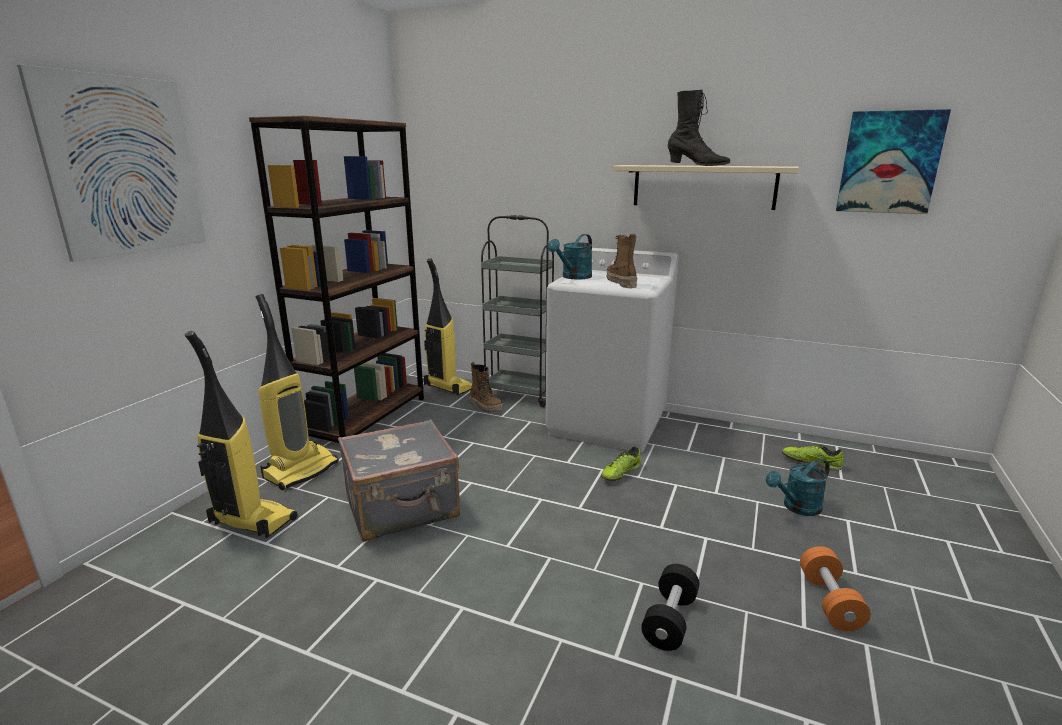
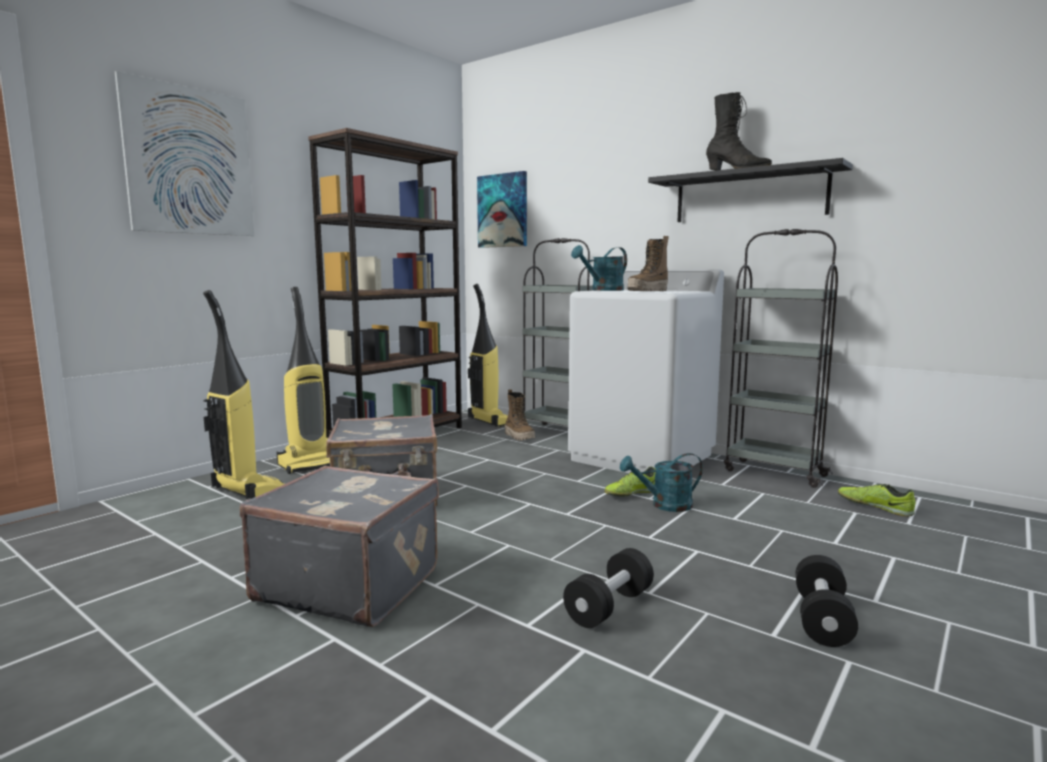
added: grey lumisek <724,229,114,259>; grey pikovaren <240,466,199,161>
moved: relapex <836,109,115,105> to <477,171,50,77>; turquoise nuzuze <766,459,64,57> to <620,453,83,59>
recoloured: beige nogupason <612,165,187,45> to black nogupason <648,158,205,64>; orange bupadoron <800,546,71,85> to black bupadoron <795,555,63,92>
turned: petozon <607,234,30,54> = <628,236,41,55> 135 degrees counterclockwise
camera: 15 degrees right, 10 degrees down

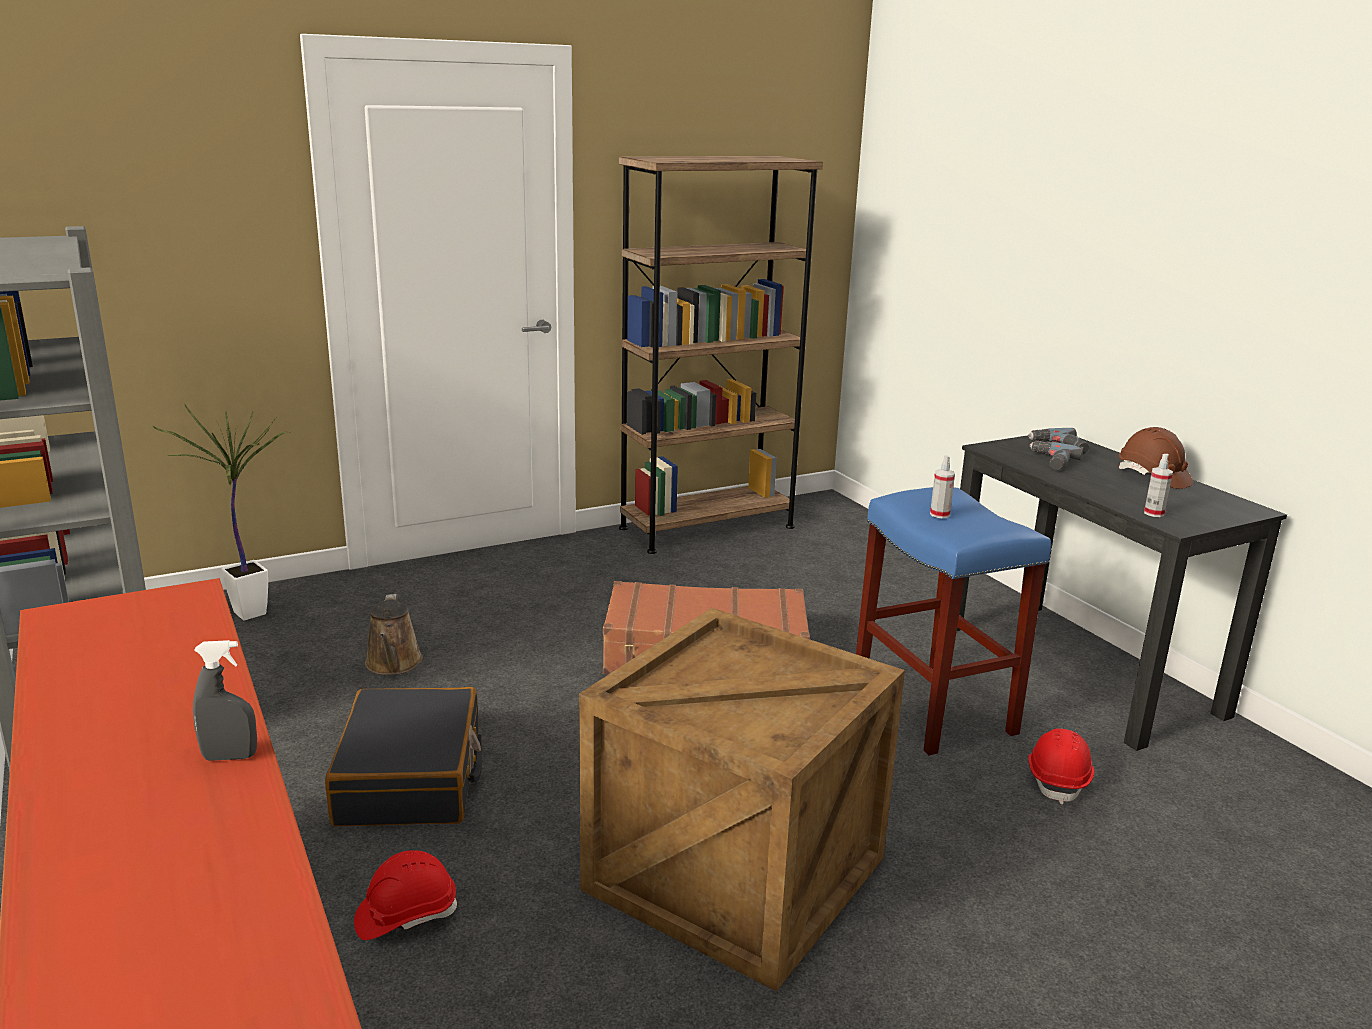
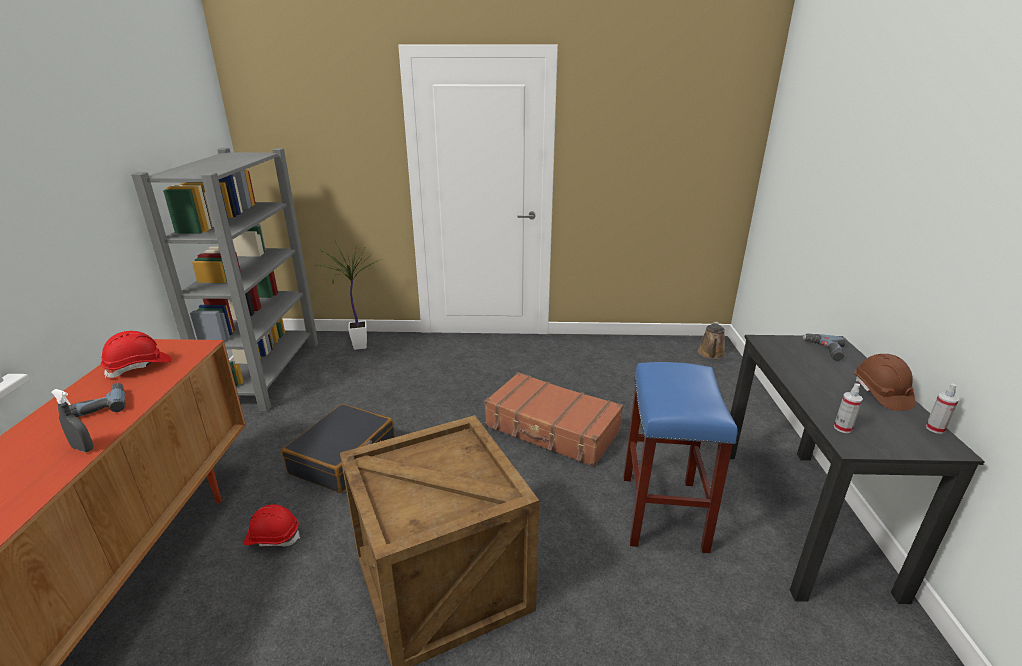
removed: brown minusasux <619,156,204,398>
moved: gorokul <1030,441,54,29> to <68,383,58,34>; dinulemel <930,455,25,63> to <926,383,33,51>; brown nuzuze <365,594,58,81> to <698,321,28,38>; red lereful <1028,729,67,76> to <101,331,71,48>
camera: 30 degrees right, 5 degrees up

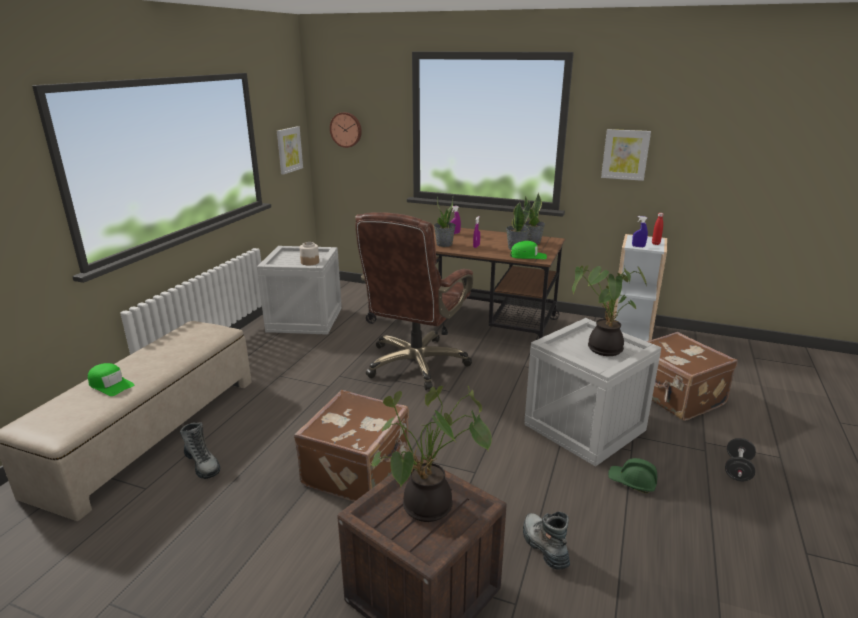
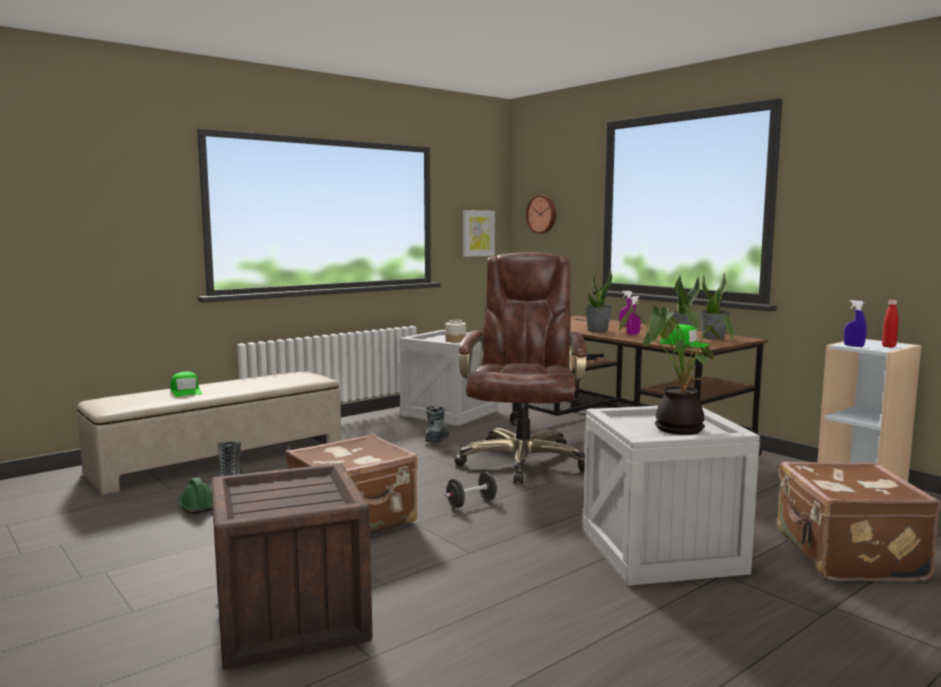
removed: relapex <601,129,50,52>; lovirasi <371,386,121,136>
moved: black bupadoron <725,438,31,43> to <445,472,53,36>; green lereful <608,458,49,35> to <178,477,35,37>; petozon <523,512,47,58> to <425,406,24,36>
turned: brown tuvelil <355,212,118,178> = <454,252,133,232> 135 degrees clockwise
camera: 30 degrees right, 15 degrees down

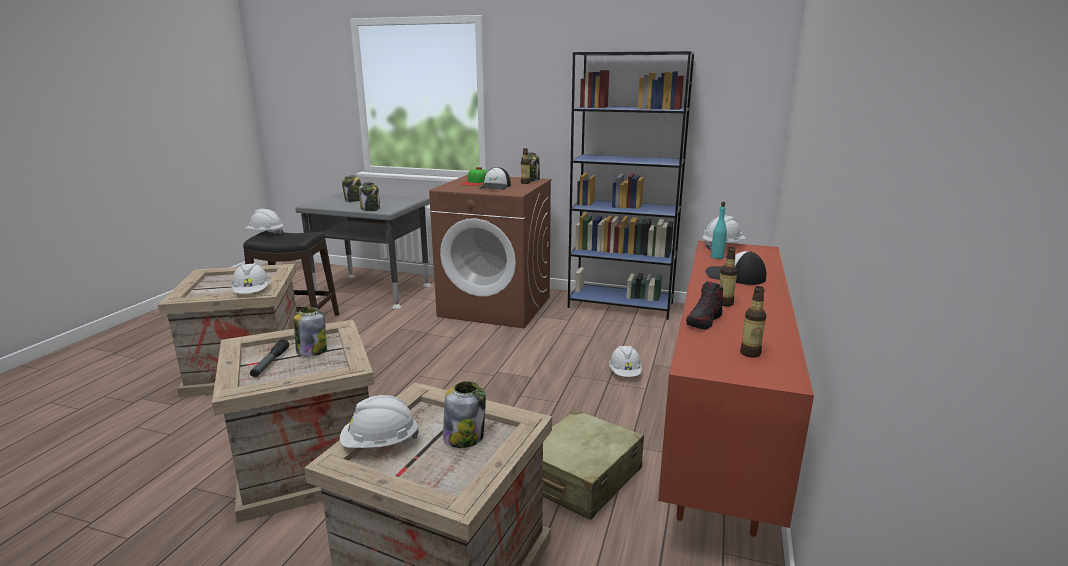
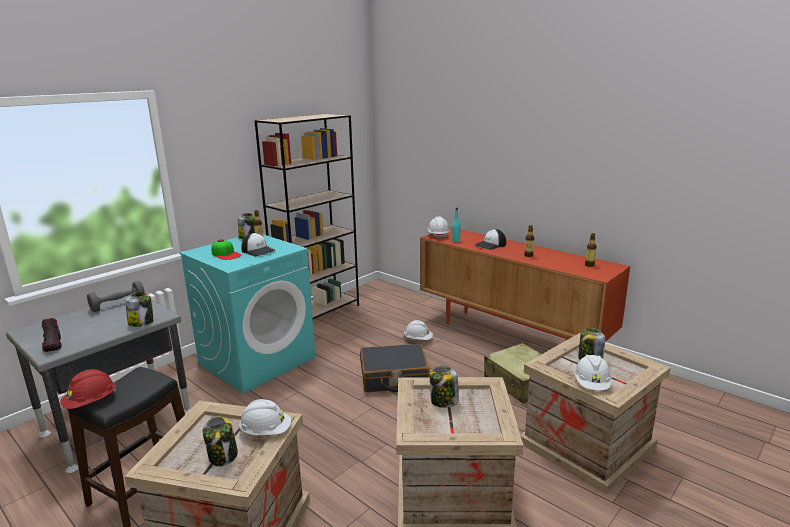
removed: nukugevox <250,339,39,38>
added: grey bupadoron <87,281,58,31>; black pikovaren <360,344,70,48>
moved: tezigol <342,175,20,27> to <203,416,35,50>; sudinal <686,281,37,49> to <42,318,20,34>
recoloured: blue minusasux <568,51,126,269> to beige minusasux <254,114,105,205>; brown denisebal <429,175,123,153> to turquoise denisebal <179,234,137,159>; white lereful <246,209,38,25> to red lereful <60,369,56,40>
camera: 65 degrees left, 0 degrees up

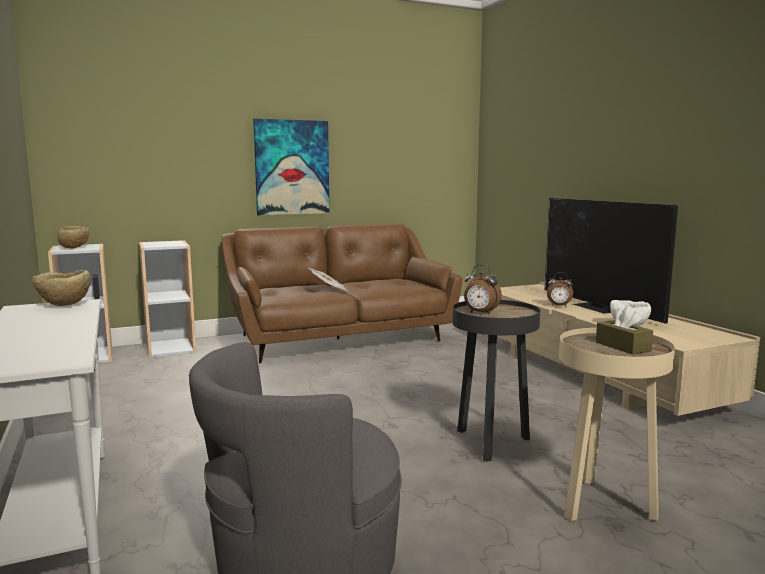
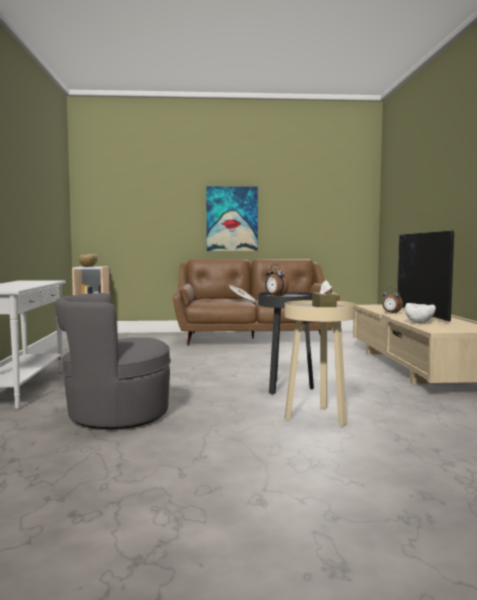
removed: minusasux <139,240,57,118>; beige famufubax <32,270,59,36>
camera: 20 degrees right, 5 degrees down

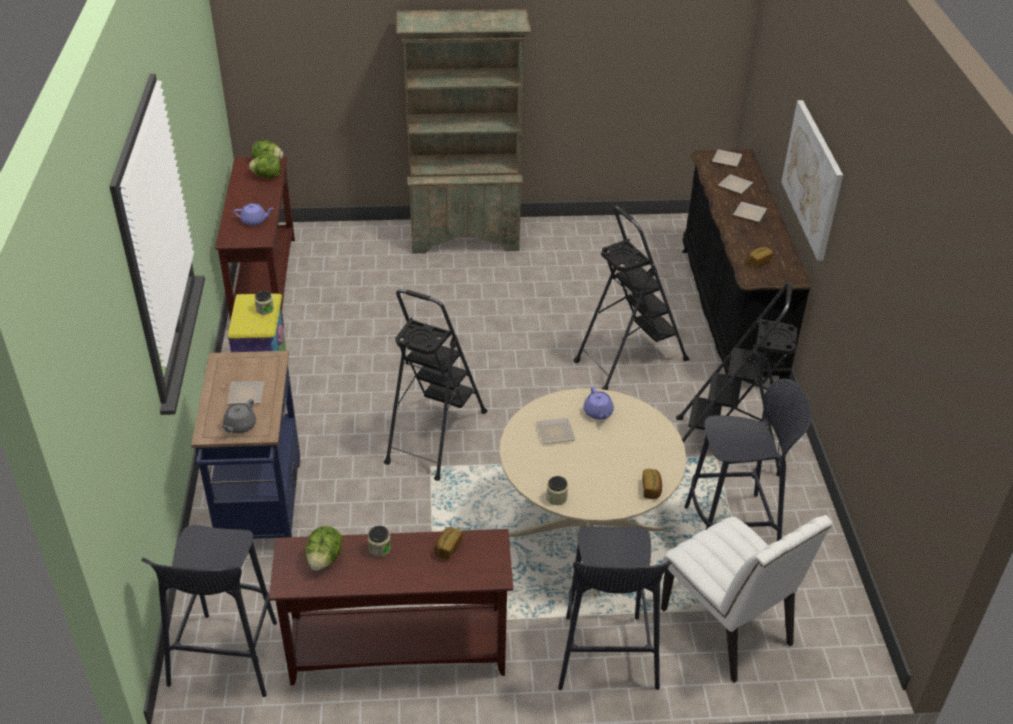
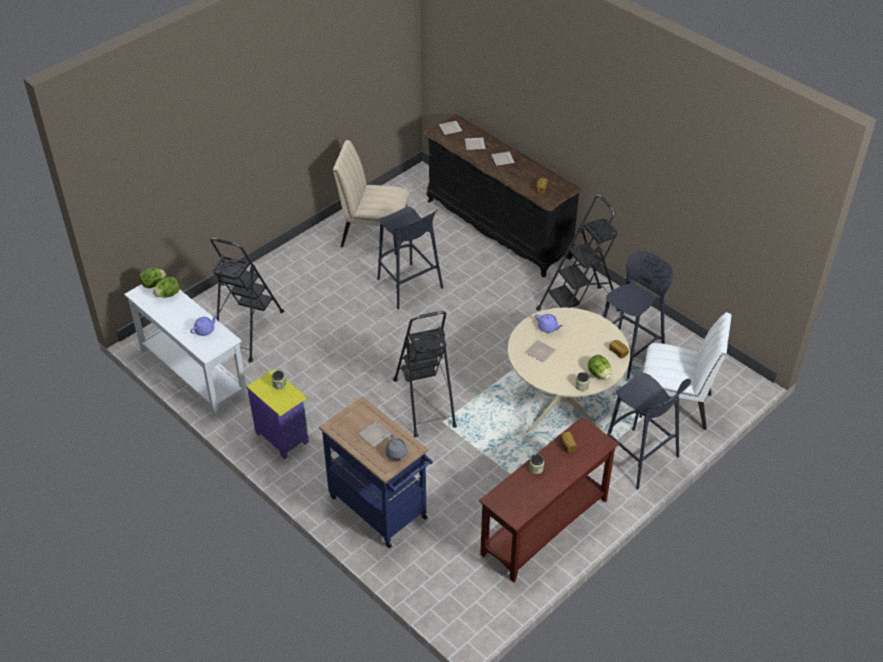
removed: green minusasux <396,9,135,245>; relapex <781,100,62,161>
added: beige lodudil <333,140,77,115>
moved: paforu <573,205,117,185> to <210,238,74,124>; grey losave <142,525,135,172> to <377,207,66,102>; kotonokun <305,526,38,45> to <588,355,23,25>
recoloured: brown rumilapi <215,157,80,172> to white rumilapi <124,284,124,134>
camera: 40 degrees left, 5 degrees up

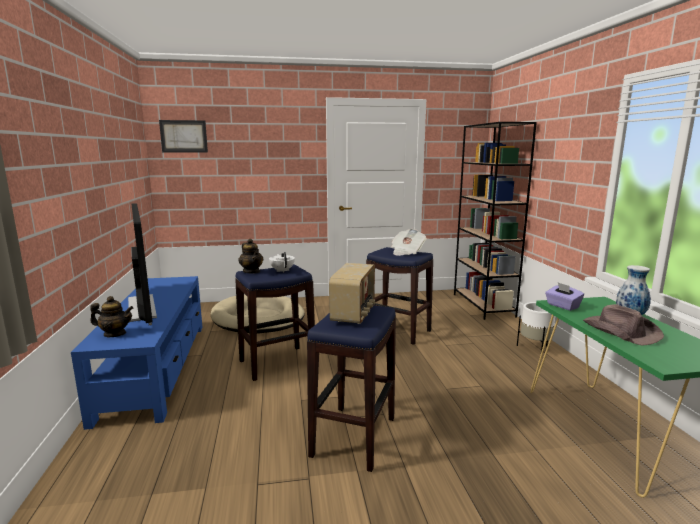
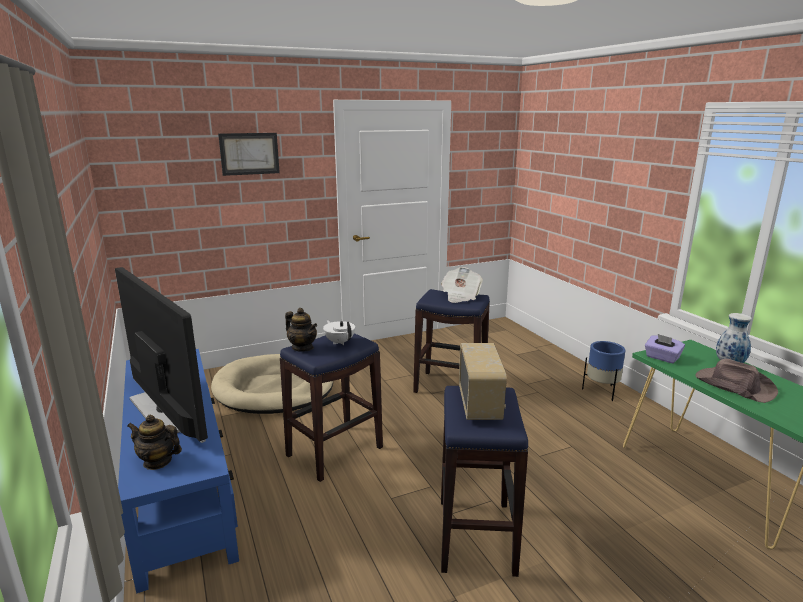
removed: beige minusasux <454,122,83,198>
moved: relapex <159,120,49,33> to <218,133,62,43>
recoloured: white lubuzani <517,302,38,50> to blue lubuzani <582,341,43,60>
turned: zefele <90,296,44,41> = <127,415,55,55> 150 degrees counterclockwise
camera: 15 degrees left, 5 degrees up

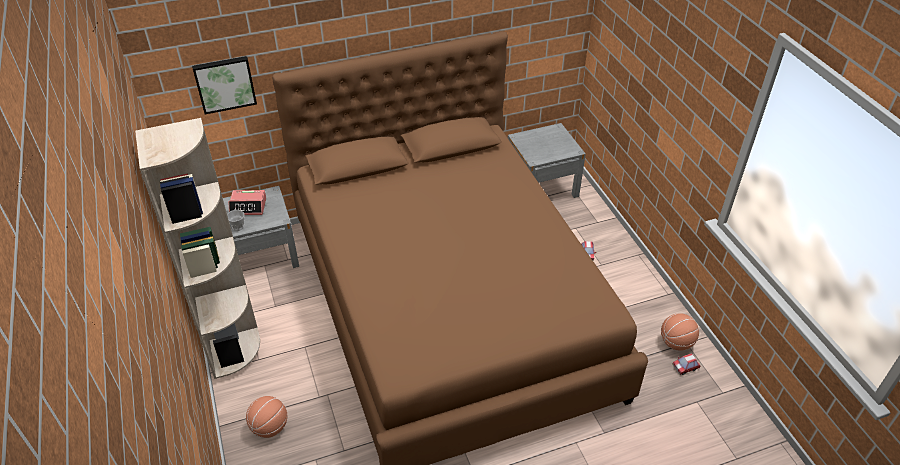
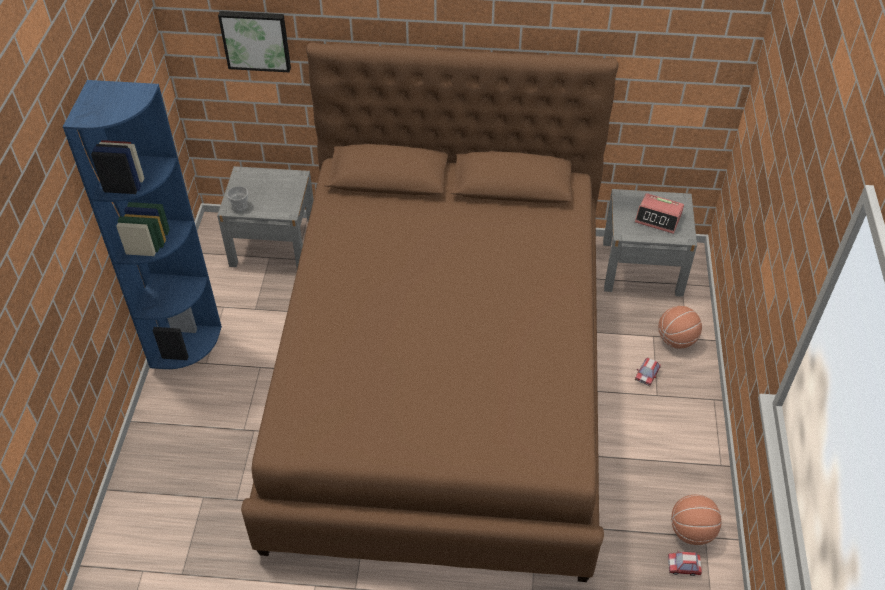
moved: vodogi <228,190,38,25> to <635,193,49,41>; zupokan <246,396,41,42> to <658,306,44,43>
recoloured: beige minusasux <135,118,125,261> to blue minusasux <63,80,159,289>
camera: 25 degrees right, 5 degrees up

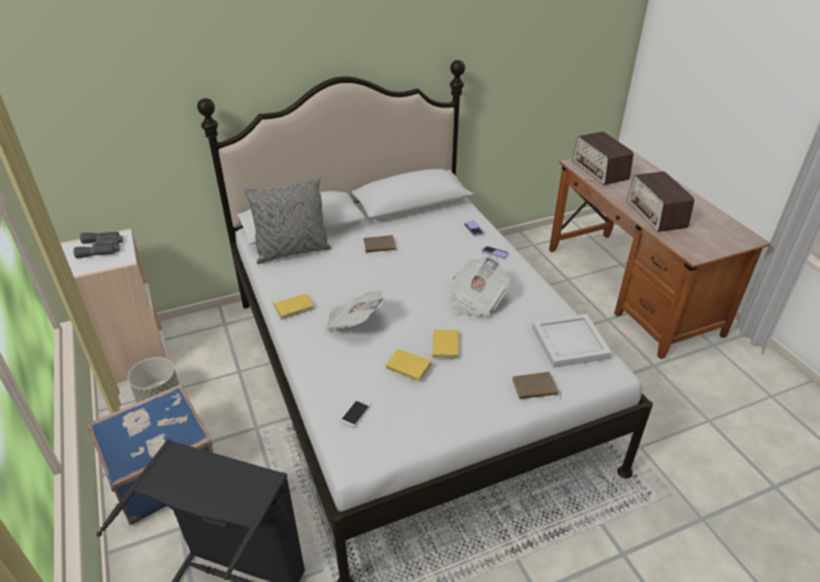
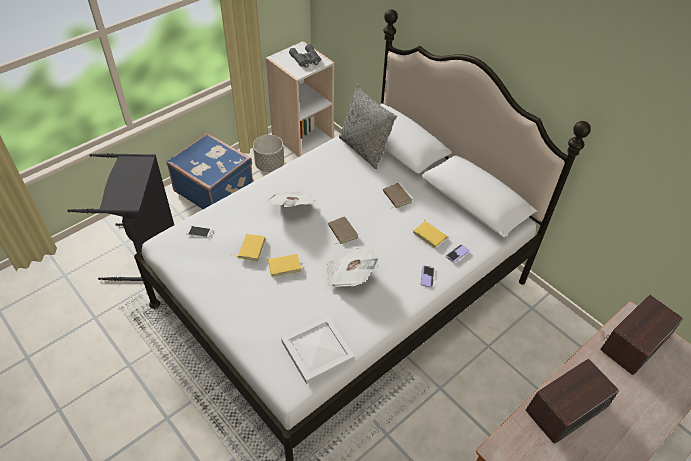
moved: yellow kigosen <272,293,42,27> to <413,218,34,30>; brown kigosen <512,372,49,27> to <328,216,30,28>
camera: 70 degrees right, 10 degrees up

